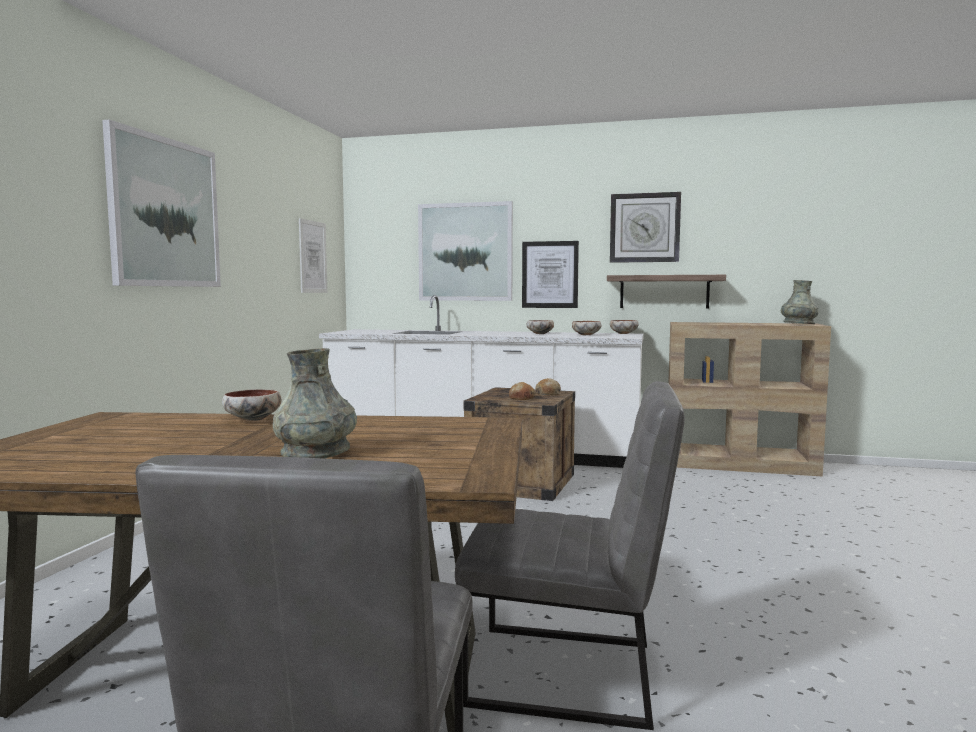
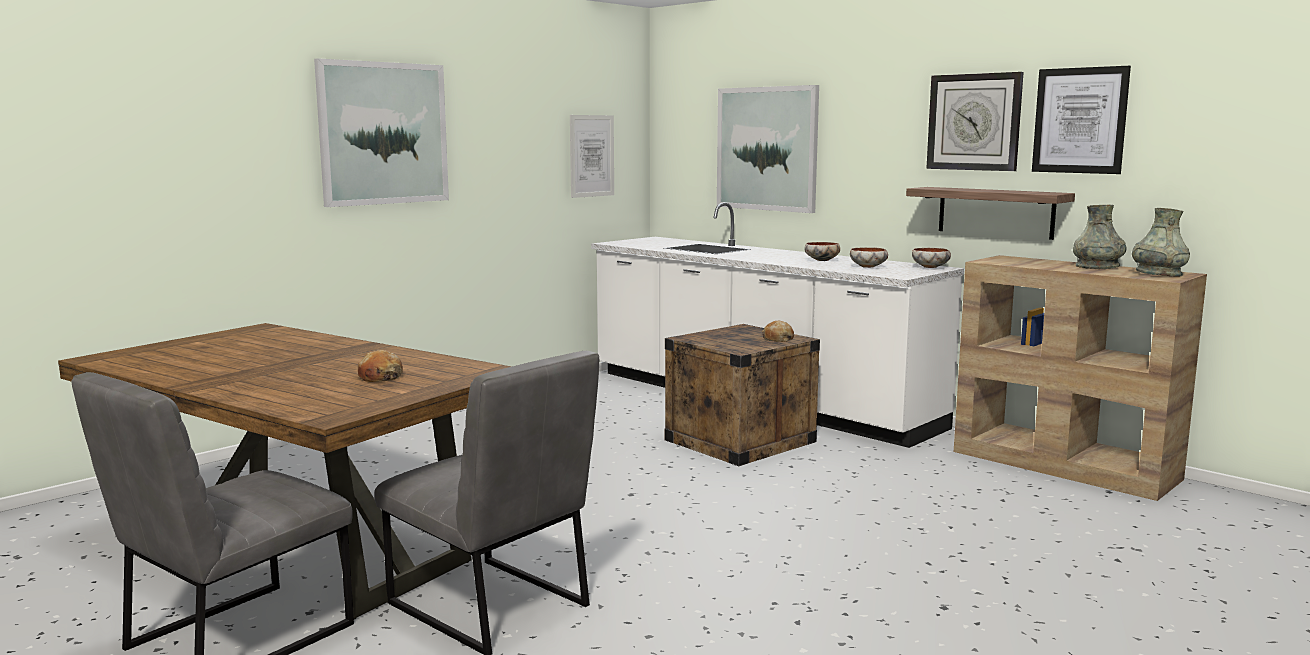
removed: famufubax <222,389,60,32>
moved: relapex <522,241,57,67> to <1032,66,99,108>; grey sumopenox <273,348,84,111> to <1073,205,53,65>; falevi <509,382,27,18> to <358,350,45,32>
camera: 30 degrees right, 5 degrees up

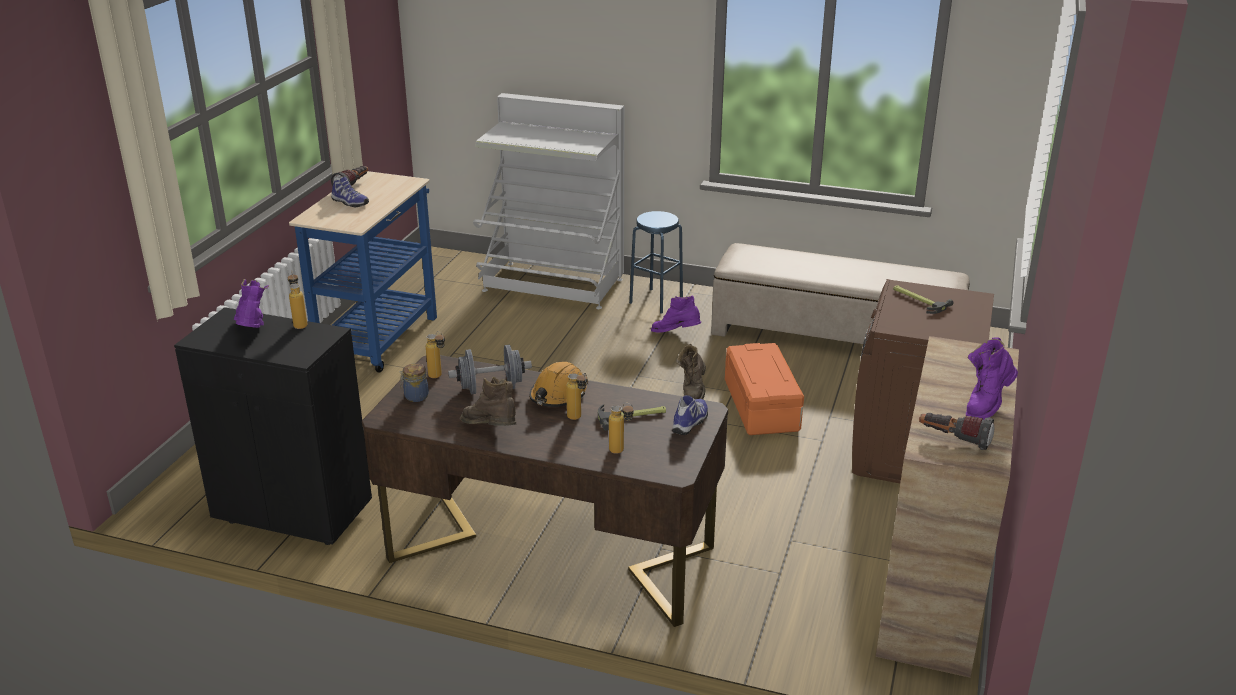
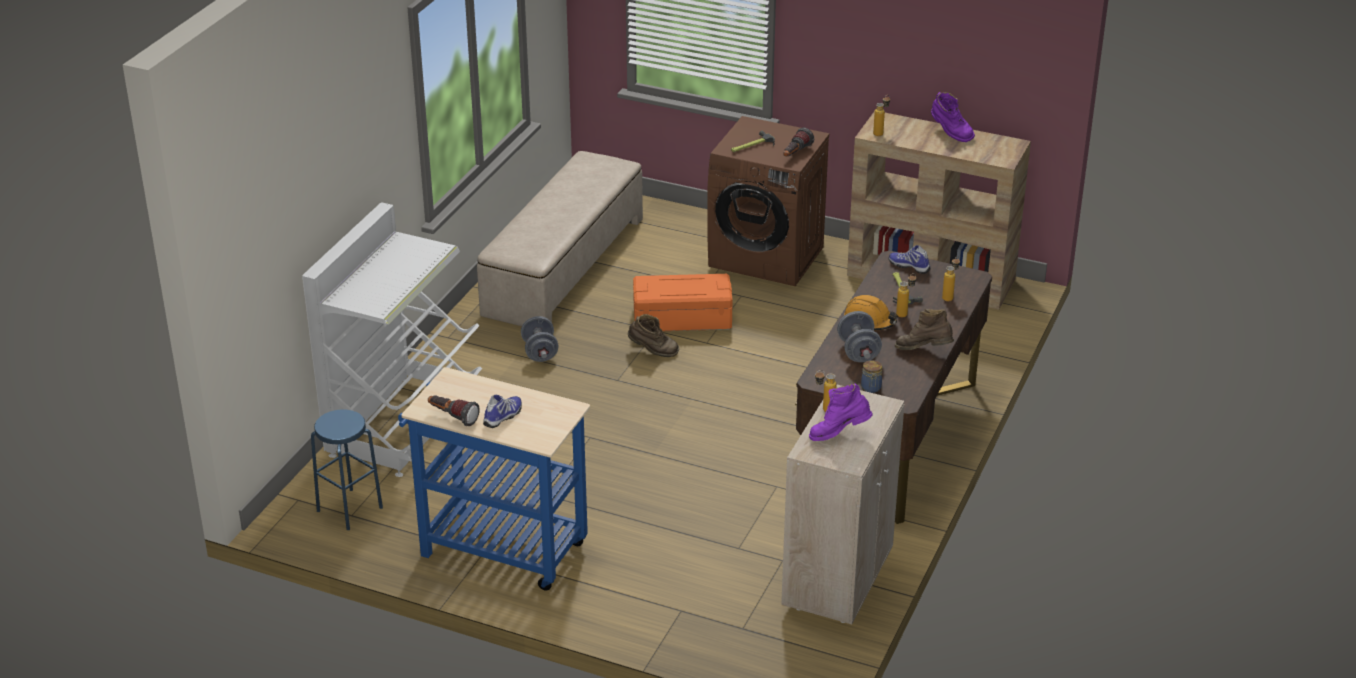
moved: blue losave <629,211,54,103> to <311,409,72,121>; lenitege <426,331,19,47> to <873,95,17,41>; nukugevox <919,413,75,37> to <783,128,31,28>
replaced: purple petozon <651,295,50,38> to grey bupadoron <521,316,38,46>
recoloured: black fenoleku <174,307,198,238> to beige fenoleku <781,385,123,239>
turned: brown petozon <460,377,56,49> = <895,309,59,41> 60 degrees clockwise
camera: 85 degrees left, 5 degrees up

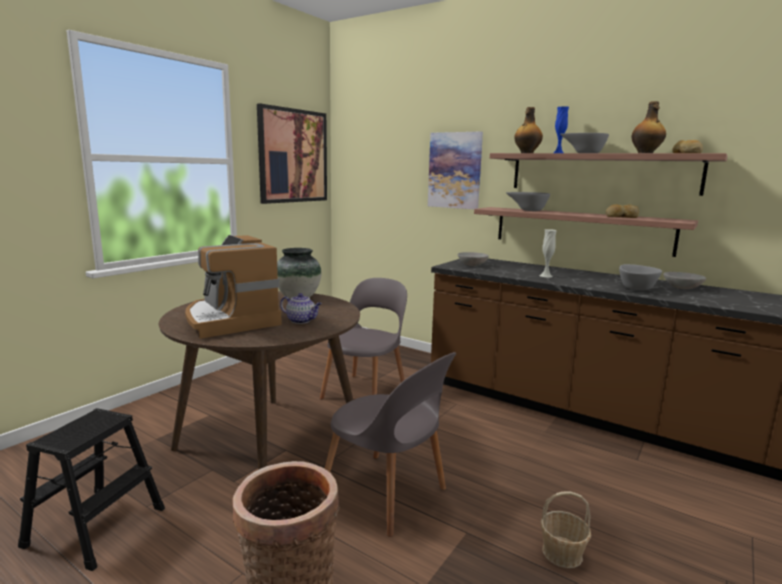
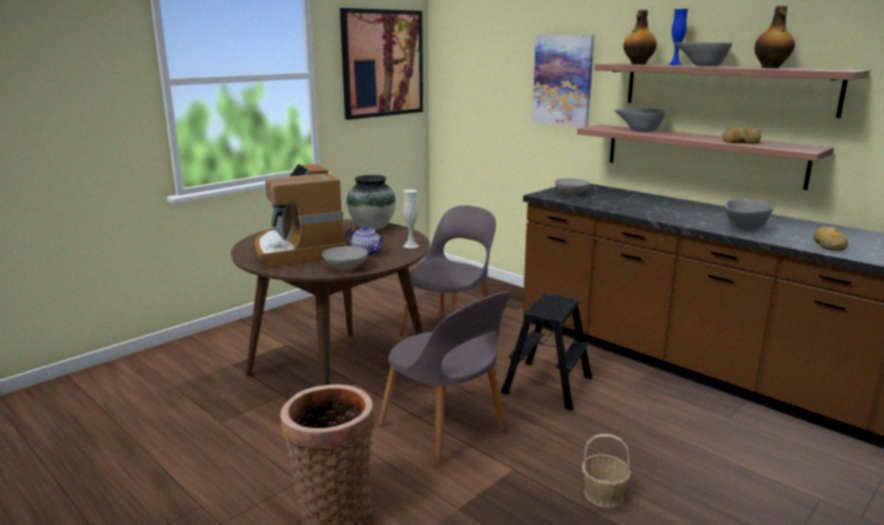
moved: falevi <672,140,31,13> to <814,226,34,25>; white sumopenox <539,229,18,48> to <403,189,16,59>; grey famufubax <663,272,43,17> to <322,246,46,24>; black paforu <18,408,147,163> to <501,293,91,118>
camera: 10 degrees right, 5 degrees up

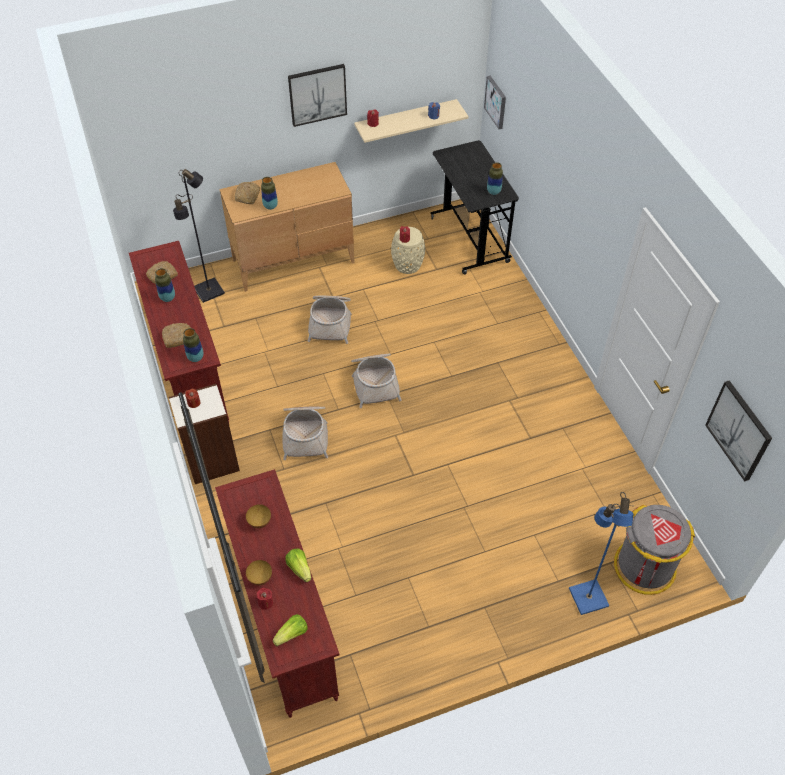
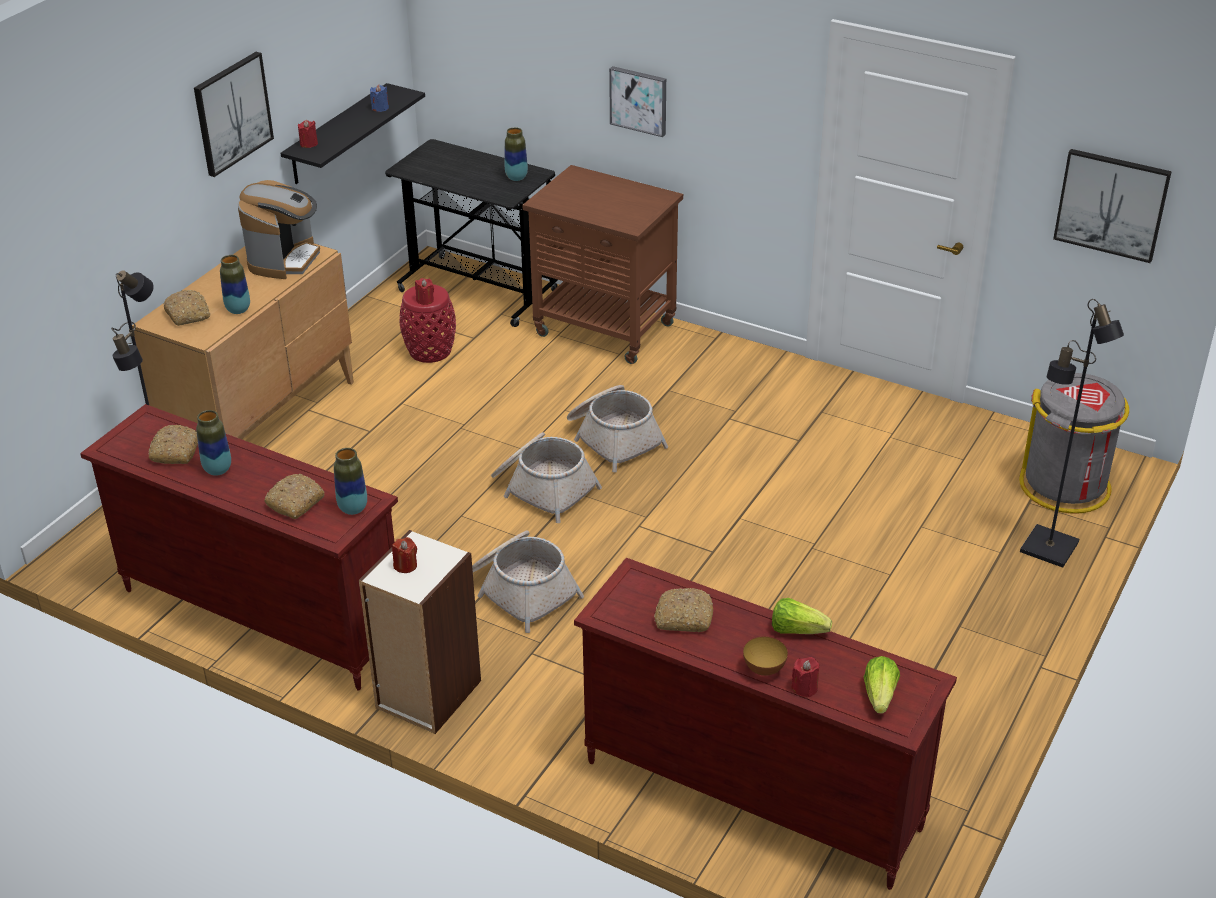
added: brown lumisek <522,165,161,199>; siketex <238,180,82,99>
moved: relapex <484,76,22,53> to <609,66,57,71>; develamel <308,296,44,48> to <567,385,101,87>
replaced: famufubax <246,504,25,24> to falevi <654,588,59,44>
recoloured: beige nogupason <354,99,115,44> to black nogupason <280,83,145,101>; beige losave <391,227,34,47> to red losave <399,284,57,79>; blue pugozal <569,492,65,123> to black pugozal <1020,299,104,269>
camera: 40 degrees left, 15 degrees down

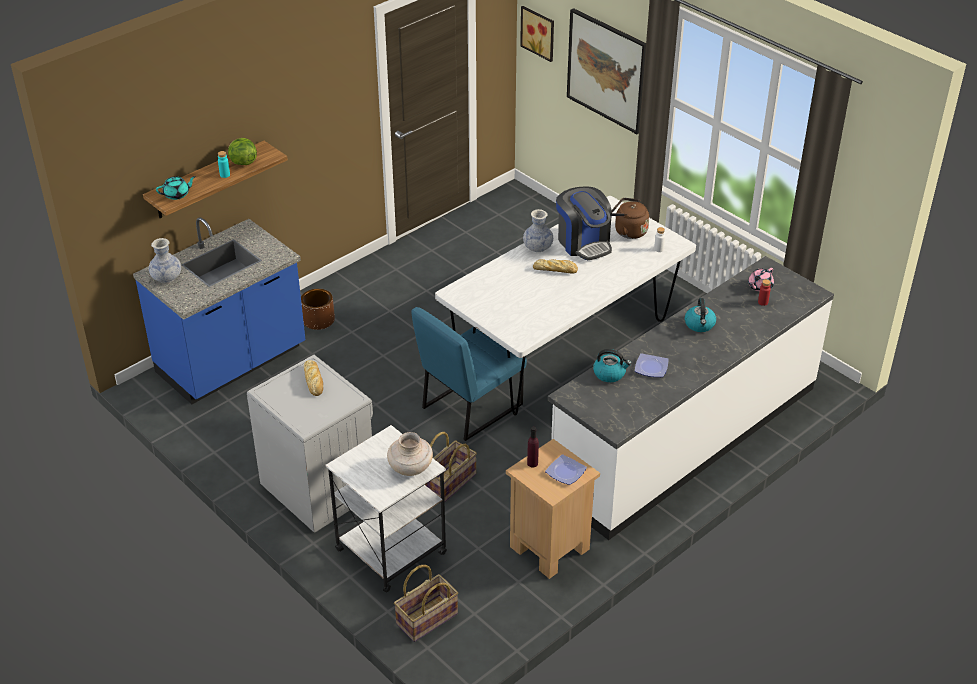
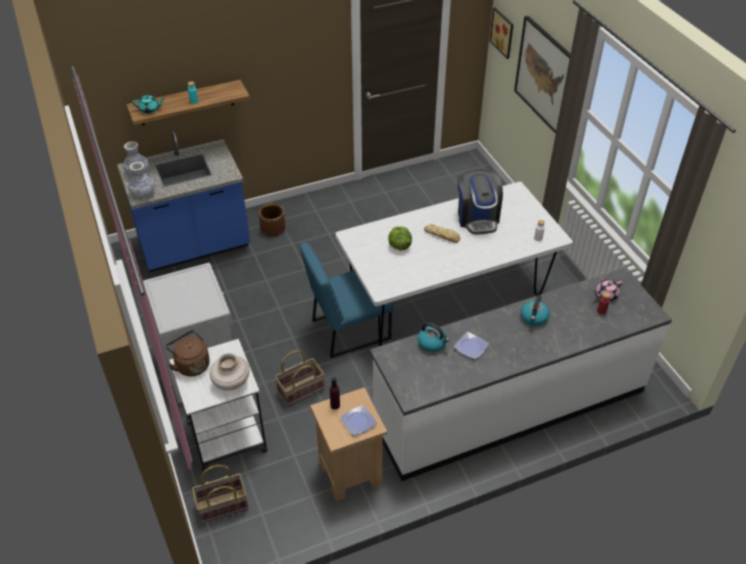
removed: falevi <304,360,19,36>
moved: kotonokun <228,138,29,27> to <388,226,24,24>; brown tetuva <612,198,37,41> to <166,330,44,46>; sumopenox <523,209,30,43> to <128,162,27,36>
camera: 20 degrees right, 5 degrees up

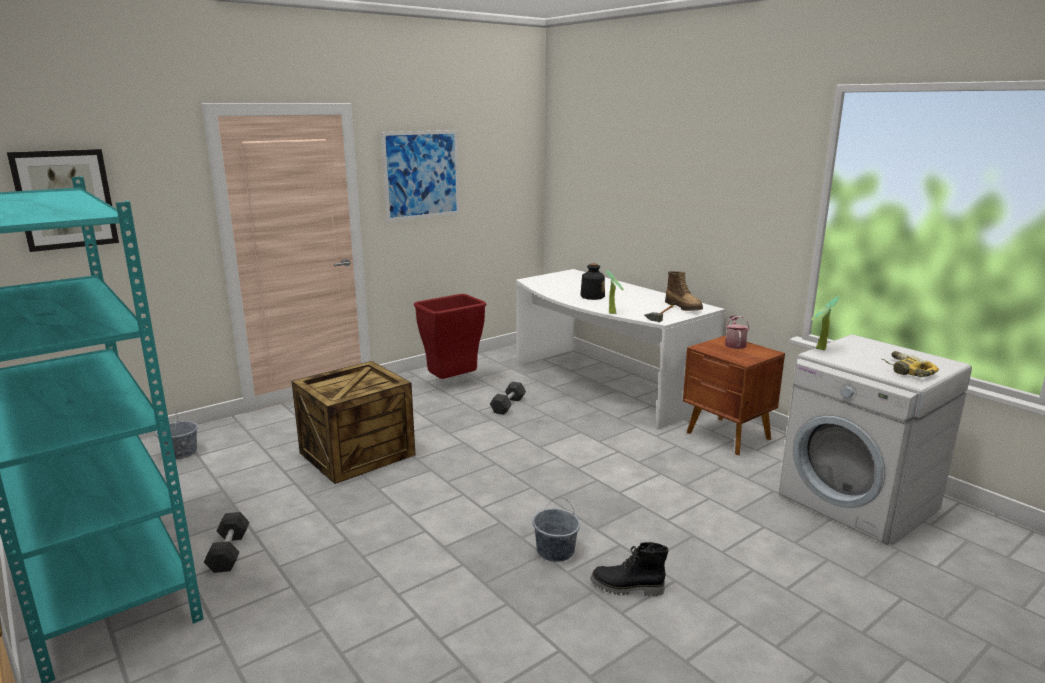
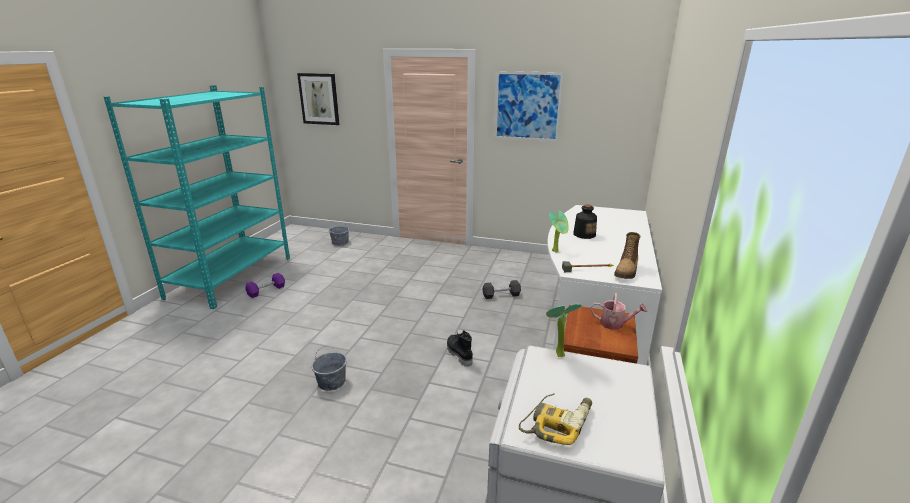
removed: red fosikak <414,294,72,85>; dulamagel <292,361,123,123>
moved: black petozon <591,542,77,54> to <447,330,26,37>
recoloured: black bupadoron <204,512,45,61> to purple bupadoron <245,273,40,25>
turned: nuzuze <725,315,25,34> = <591,293,56,37> 45 degrees clockwise
camera: 55 degrees right, 5 degrees up

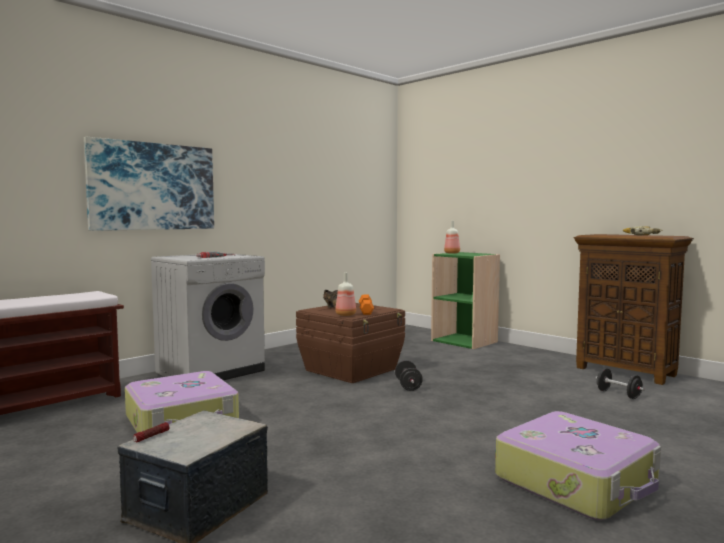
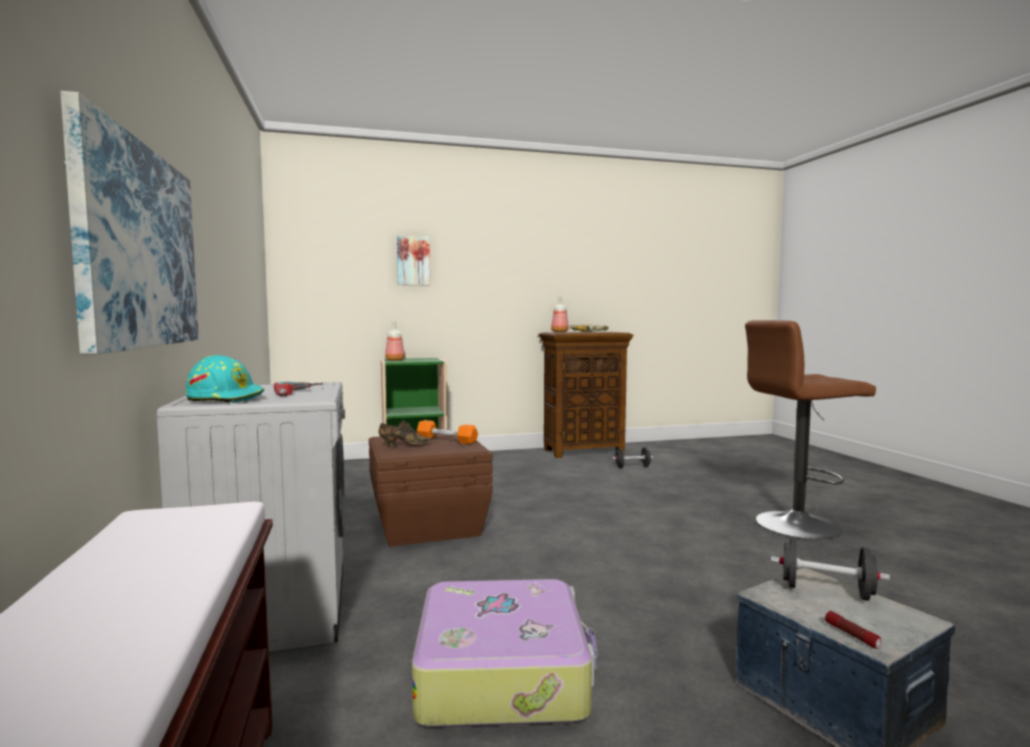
added: relapex <397,236,33,50>; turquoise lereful <186,355,78,48>
moved: lenitege <335,273,21,43> to <551,296,18,36>; black bupadoron <395,360,28,31> to <771,537,119,64>
replaced: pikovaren <495,411,166,109> to brown losave <745,320,131,219>
camera: 60 degrees left, 0 degrees up

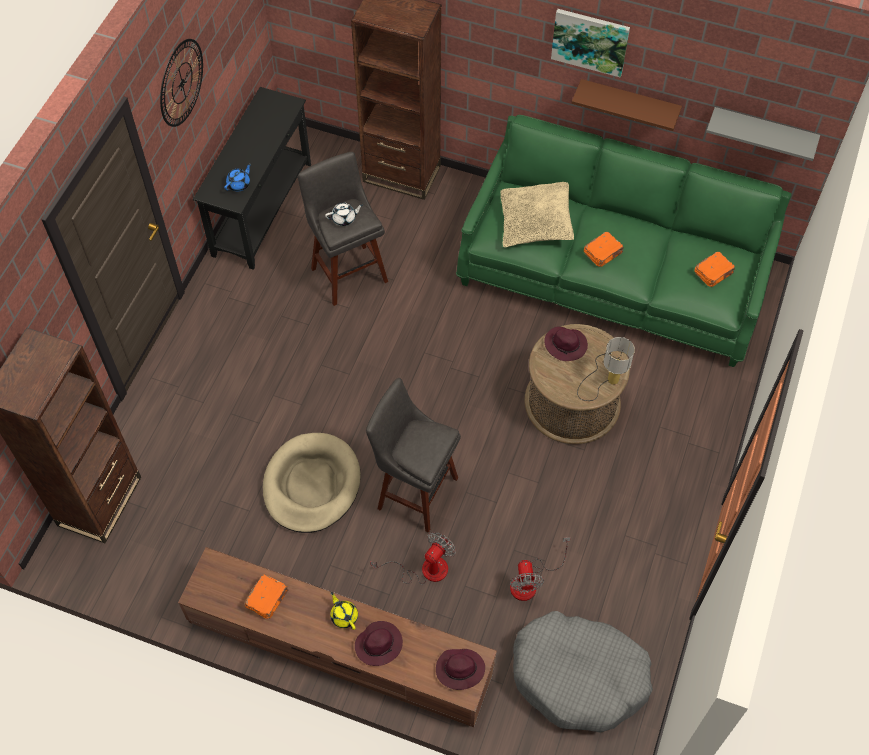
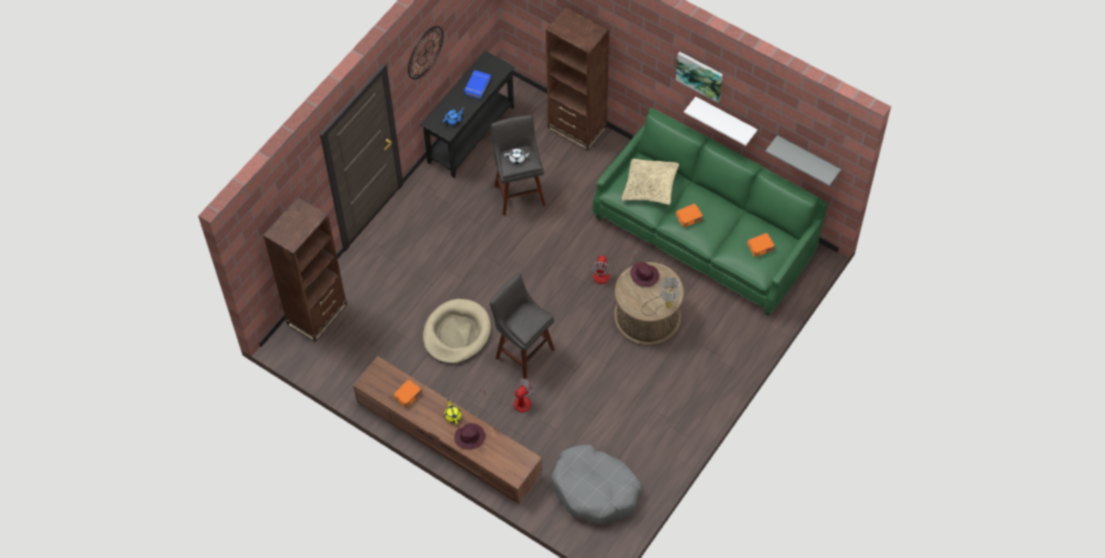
removed: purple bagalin <436,649,49,41>
added: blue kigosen <464,70,27,29>
moved: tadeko <510,537,61,64> to <590,250,48,34>
recoloured: brown nogupason <572,79,110,52> to white nogupason <684,97,74,49>
camera: 15 degrees right, 0 degrees up

